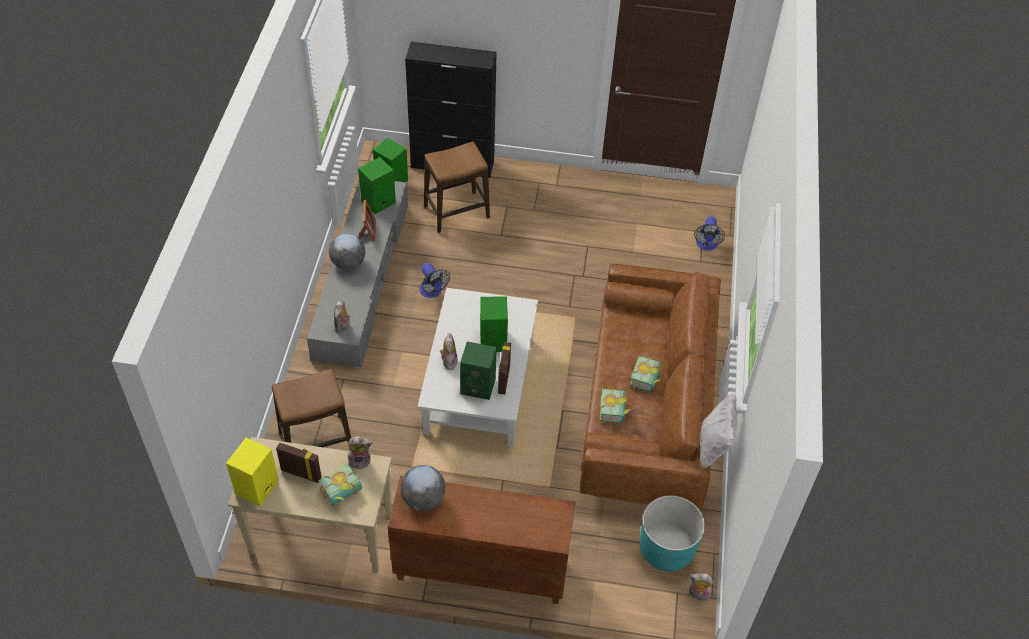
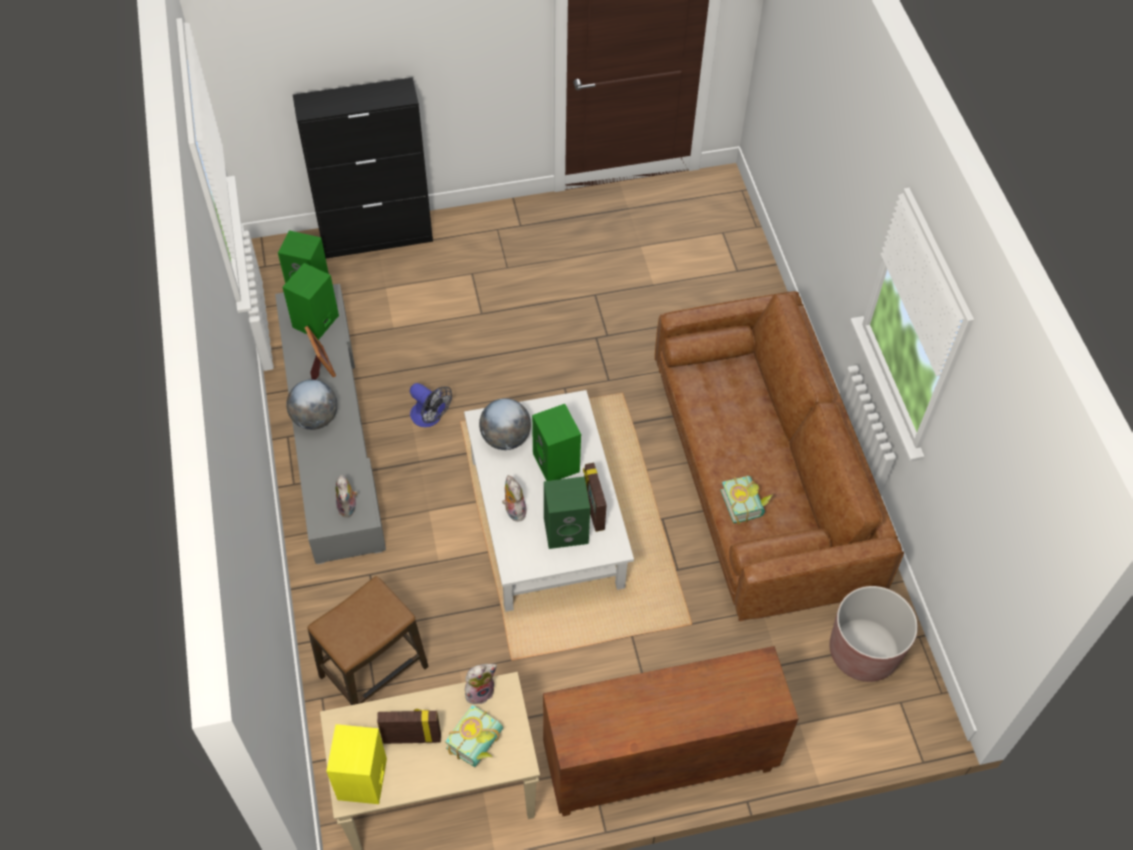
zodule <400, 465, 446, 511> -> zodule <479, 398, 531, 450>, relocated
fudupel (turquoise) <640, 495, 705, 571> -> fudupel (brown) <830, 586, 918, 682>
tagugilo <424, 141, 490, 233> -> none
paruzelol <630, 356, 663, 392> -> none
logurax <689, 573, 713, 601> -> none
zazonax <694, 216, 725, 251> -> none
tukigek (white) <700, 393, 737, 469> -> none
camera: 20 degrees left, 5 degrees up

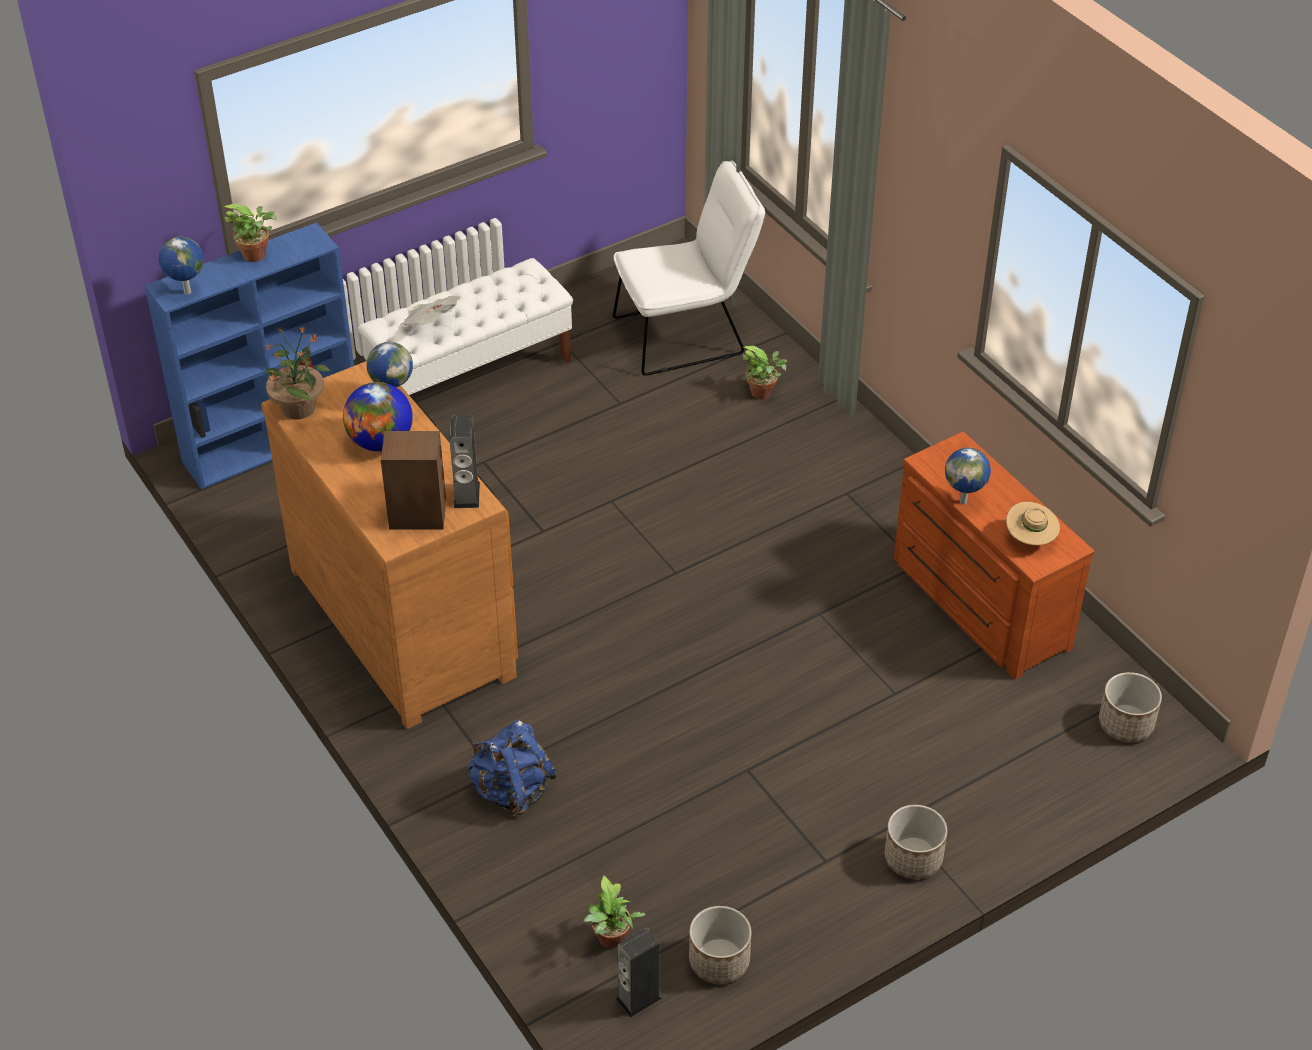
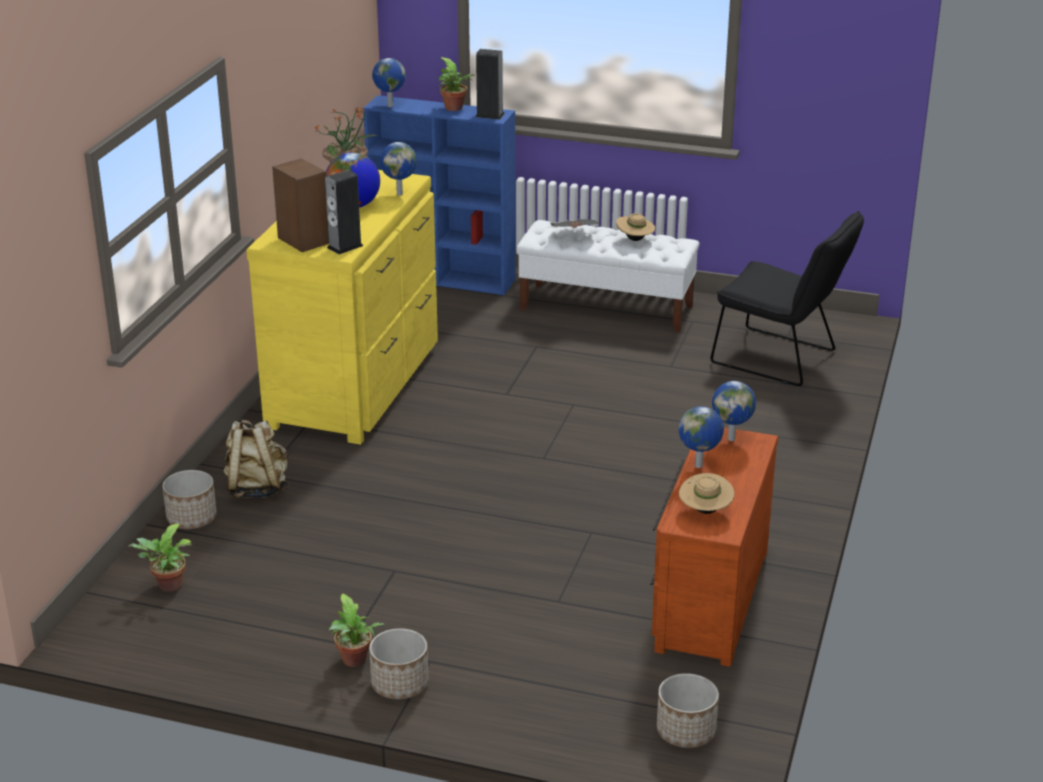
fudupel <689, 906, 751, 984> -> fudupel <162, 470, 217, 529>, relocated
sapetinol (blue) <466, 720, 558, 817> -> sapetinol (beige) <224, 420, 289, 498>
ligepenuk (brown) <261, 361, 518, 729> -> ligepenuk (yellow) <246, 170, 438, 444>
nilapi <742, 346, 787, 400> -> nilapi <329, 594, 385, 667>, relocated
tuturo <616, 927, 662, 1018> -> tuturo <475, 49, 505, 120>, relocated
none -> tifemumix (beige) <616, 213, 655, 241>
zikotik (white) <613, 161, 765, 376> -> zikotik (black) <710, 211, 864, 386>
none -> zodule <712, 381, 756, 441>
camera: 50 degrees right, 15 degrees down

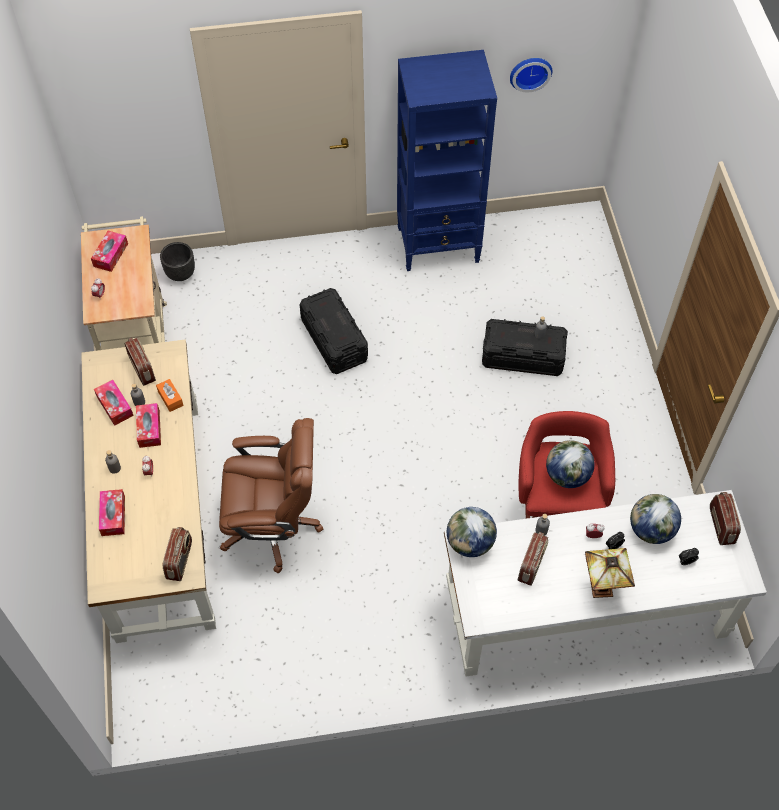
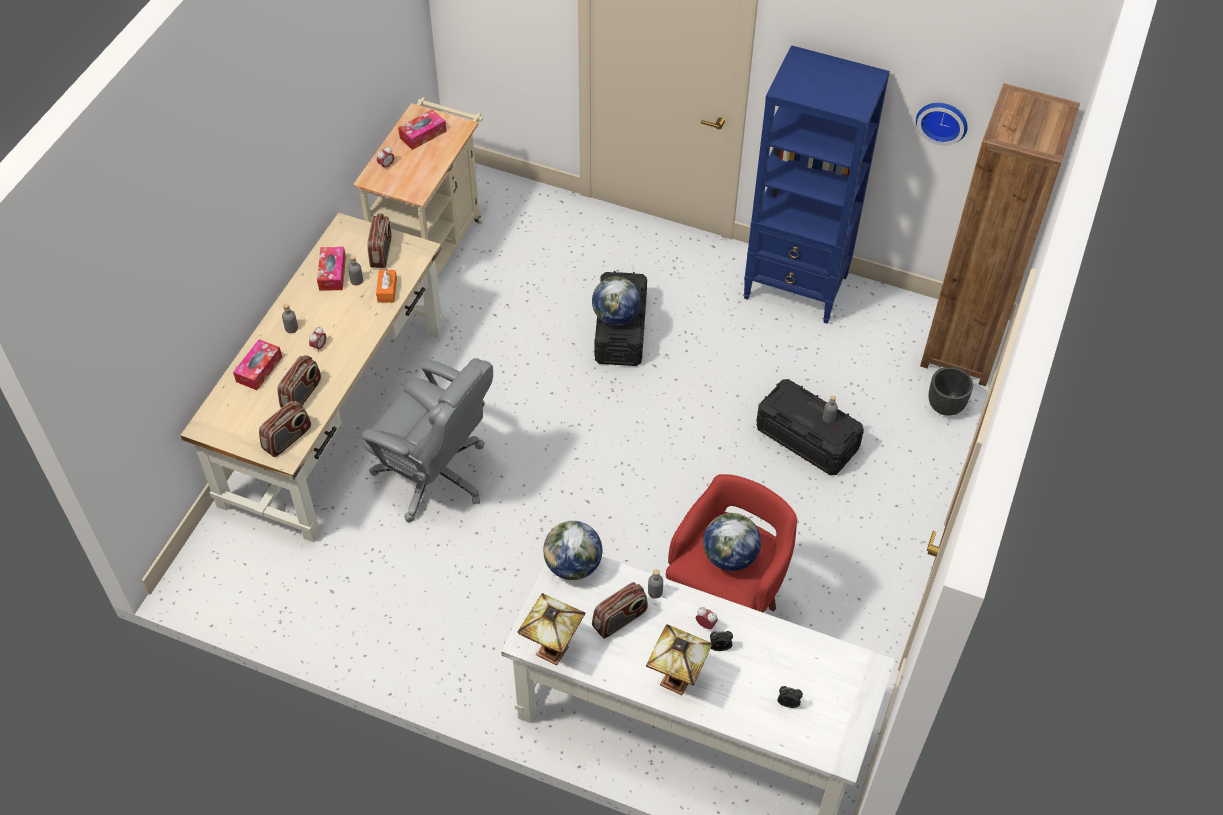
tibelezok <710, 492, 741, 545> -> tibelezok <277, 355, 321, 408>, relocated
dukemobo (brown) <219, 418, 323, 573> -> dukemobo (grey) <362, 358, 493, 522>
none -> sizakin <518, 593, 586, 665>
zodule <630, 494, 681, 544> -> zodule <592, 277, 640, 325>, relocated
none -> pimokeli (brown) <920, 83, 1080, 386>
fudupel (black) <160, 242, 195, 281> -> fudupel (black) <928, 367, 973, 416>, relocated
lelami <136, 403, 161, 448> -> none
camera: 30 degrees right, 5 degrees down

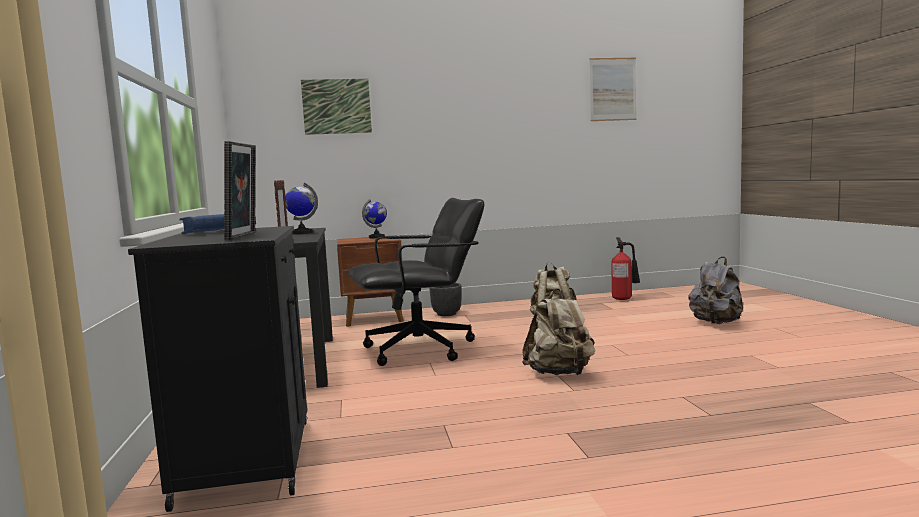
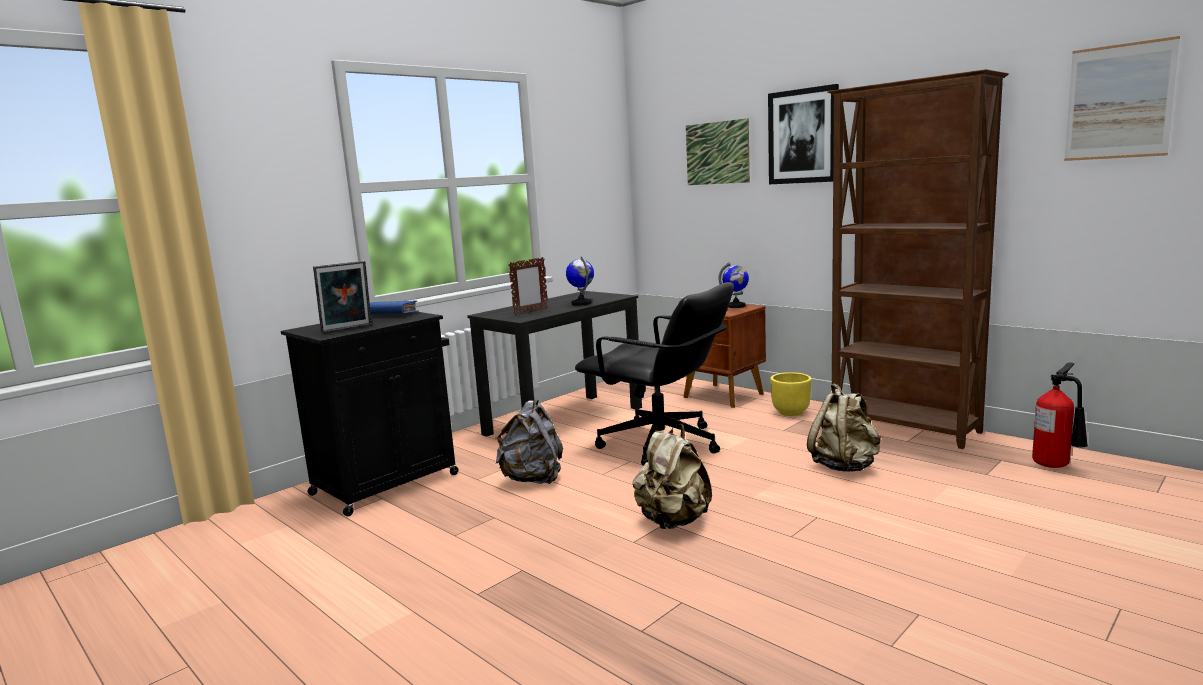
sapetinol (grey) <688, 257, 743, 324> -> sapetinol (grey) <496, 399, 563, 484>, relocated
none -> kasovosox <768, 84, 839, 184>
fudupel (black) <429, 283, 462, 316> -> fudupel (yellow) <770, 372, 811, 416>
none -> pimokeli (brown) <827, 69, 1009, 449>
camera: 55 degrees right, 5 degrees up

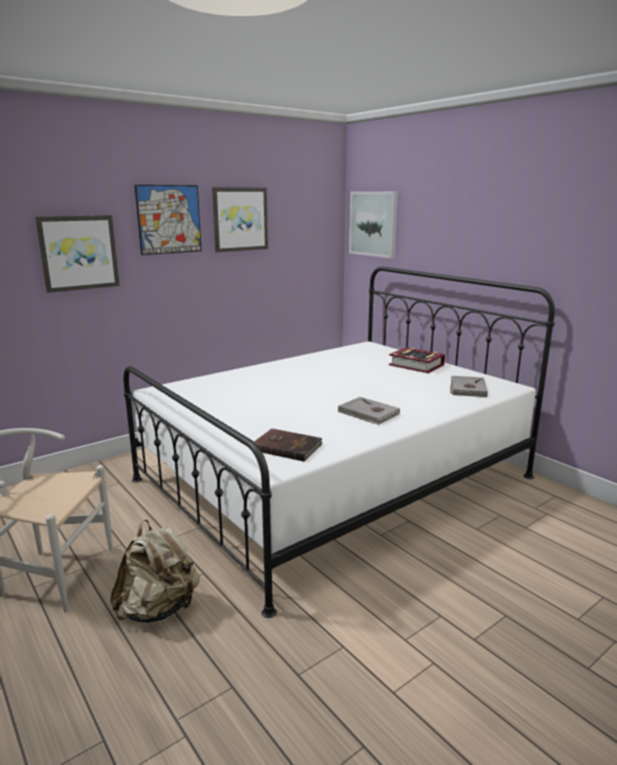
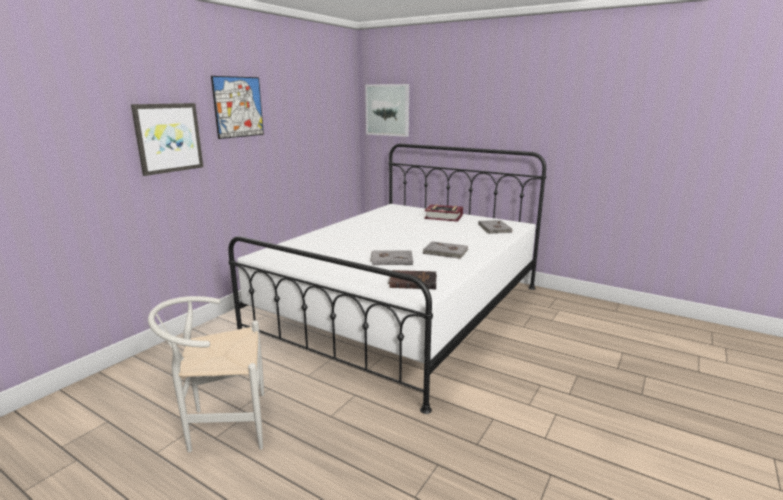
none -> paruzelol (grey) <370, 250, 413, 265>
sapetinol (beige) <110, 520, 200, 623> -> none
kasovosox <212, 187, 268, 252> -> none
camera: 20 degrees left, 0 degrees up

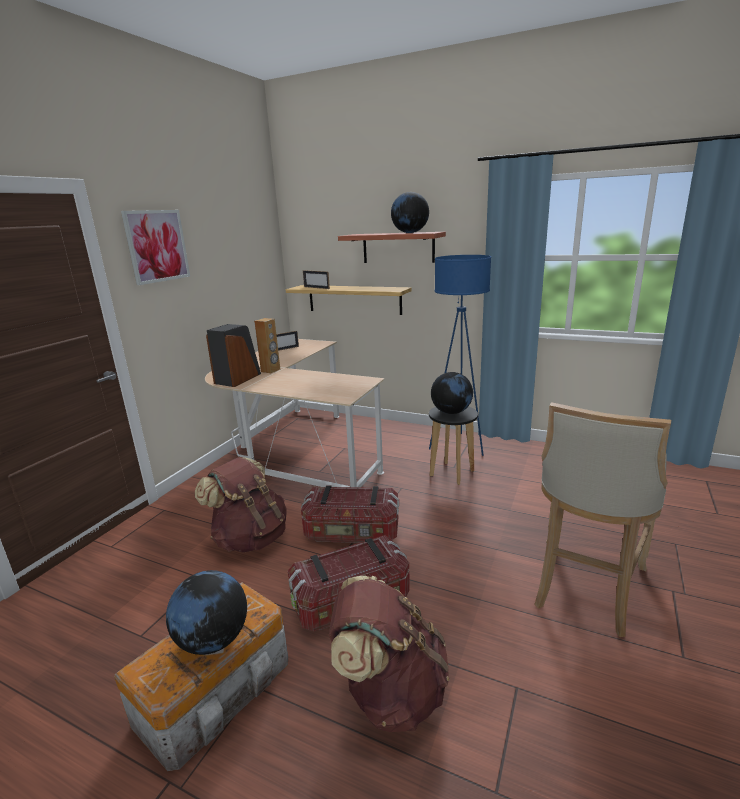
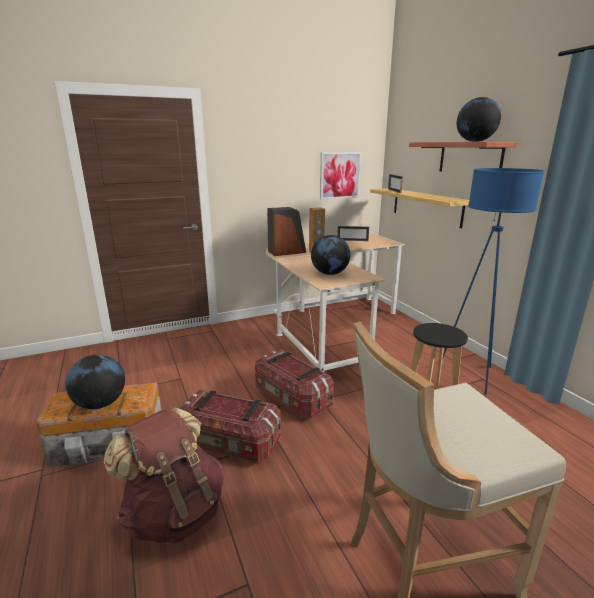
zodule <431, 372, 473, 414> -> zodule <311, 235, 350, 275>, relocated
kasovosox <121, 210, 190, 285> -> kasovosox <320, 152, 362, 200>, relocated
sapetinol (brown) <195, 457, 287, 552> -> none
camera: 40 degrees right, 0 degrees up

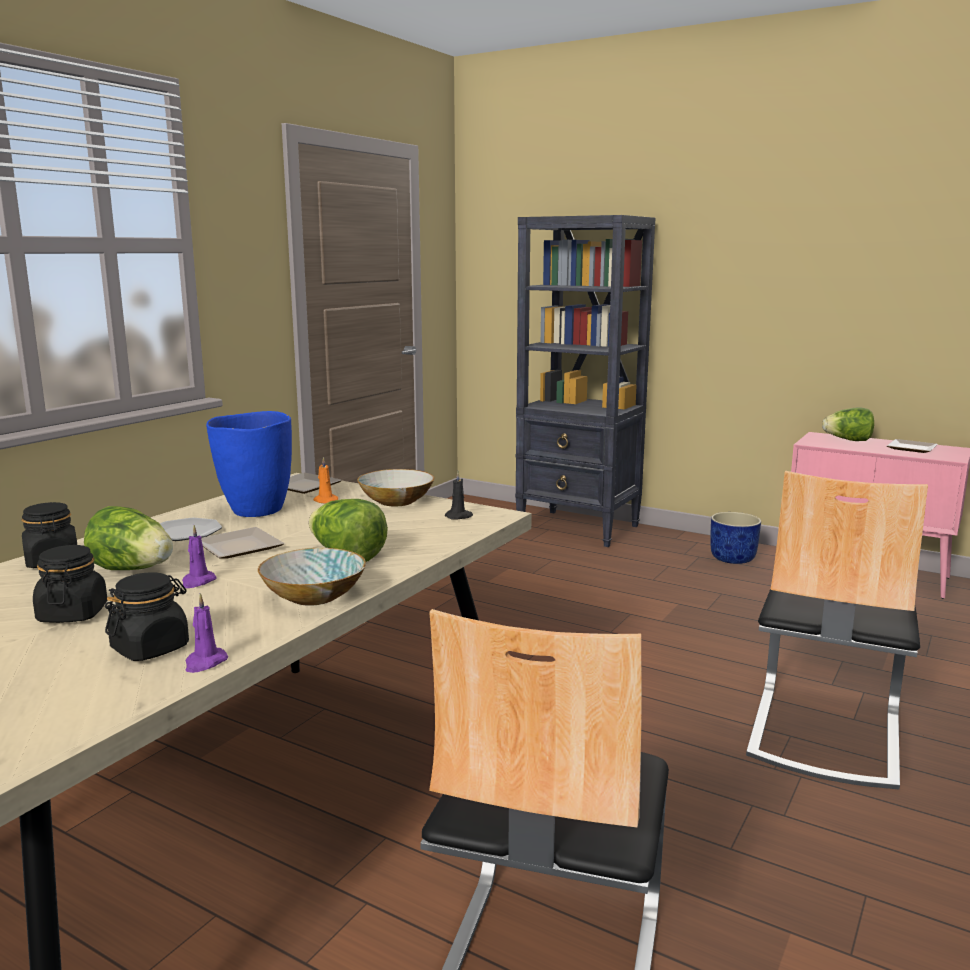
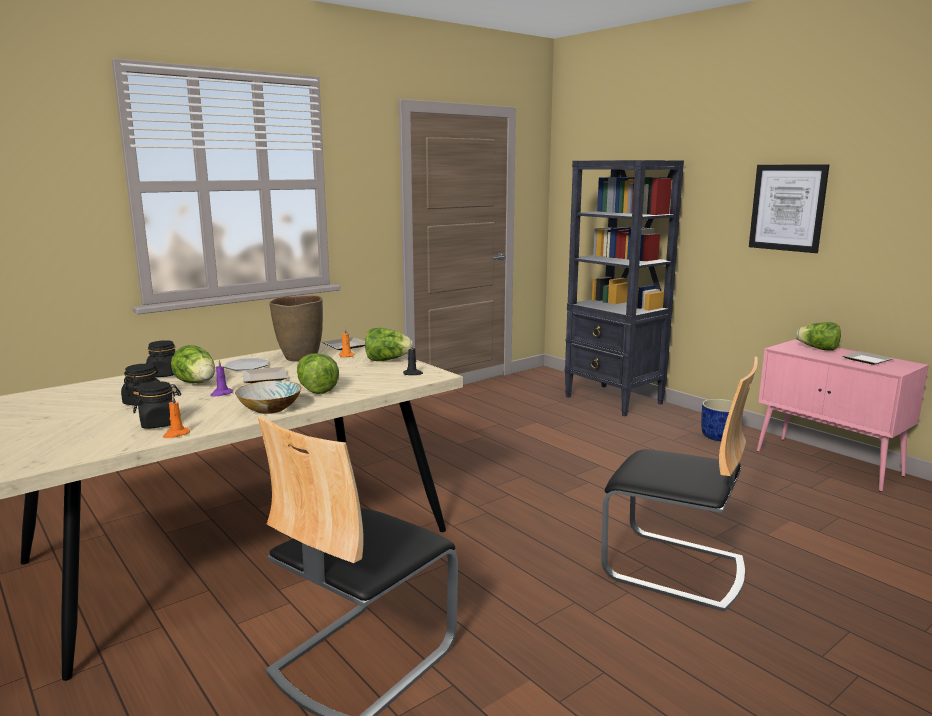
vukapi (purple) <185, 593, 228, 673> -> vukapi (orange) <163, 394, 190, 438>
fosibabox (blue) <206, 411, 292, 517> -> fosibabox (brown) <269, 295, 323, 361>
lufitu <357, 469, 434, 507> -> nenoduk <365, 328, 413, 361>
zikotik <746, 471, 928, 790> -> zikotik <601, 357, 758, 612>, 105 degrees counterclockwise
none -> kasovosox <749, 164, 829, 253>
camera: 20 degrees right, 0 degrees up

